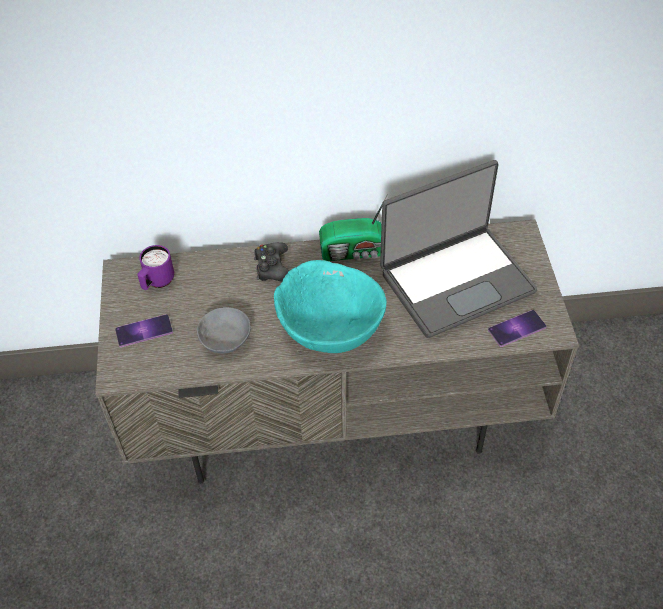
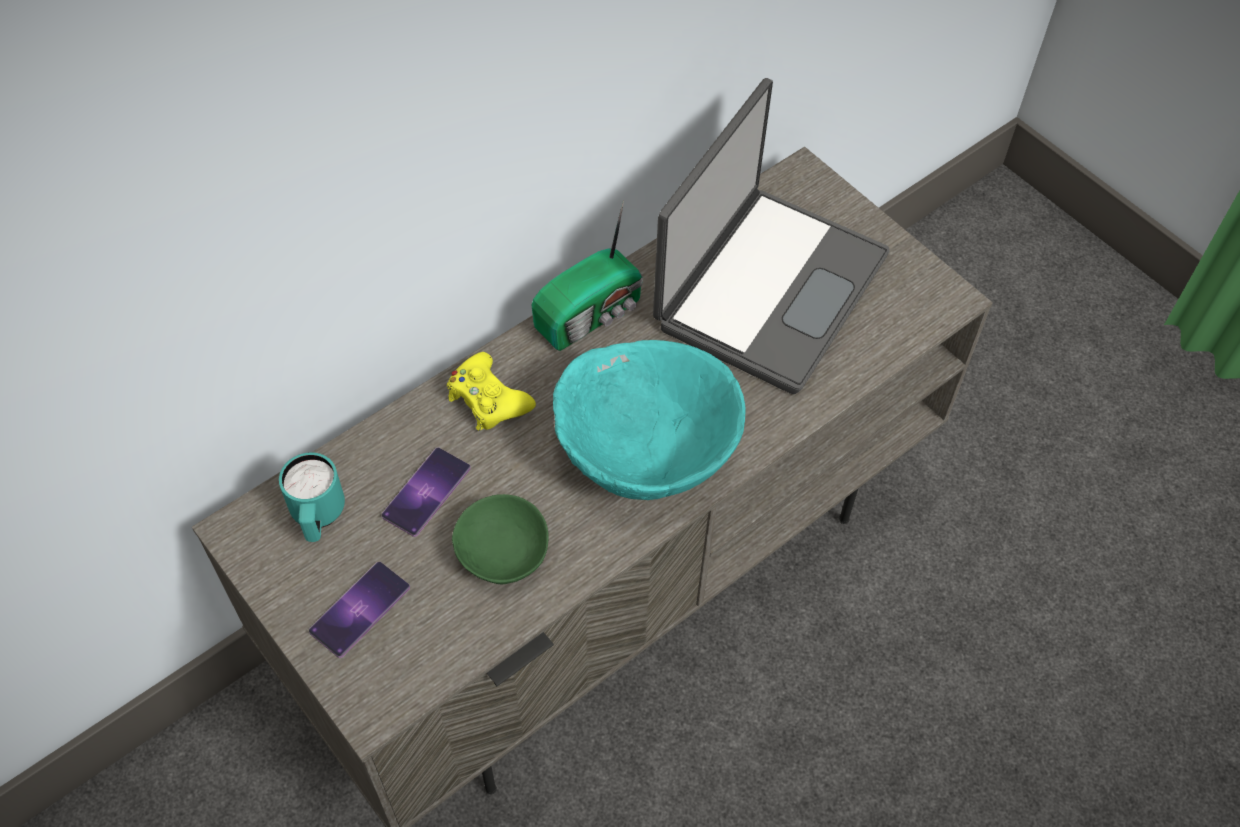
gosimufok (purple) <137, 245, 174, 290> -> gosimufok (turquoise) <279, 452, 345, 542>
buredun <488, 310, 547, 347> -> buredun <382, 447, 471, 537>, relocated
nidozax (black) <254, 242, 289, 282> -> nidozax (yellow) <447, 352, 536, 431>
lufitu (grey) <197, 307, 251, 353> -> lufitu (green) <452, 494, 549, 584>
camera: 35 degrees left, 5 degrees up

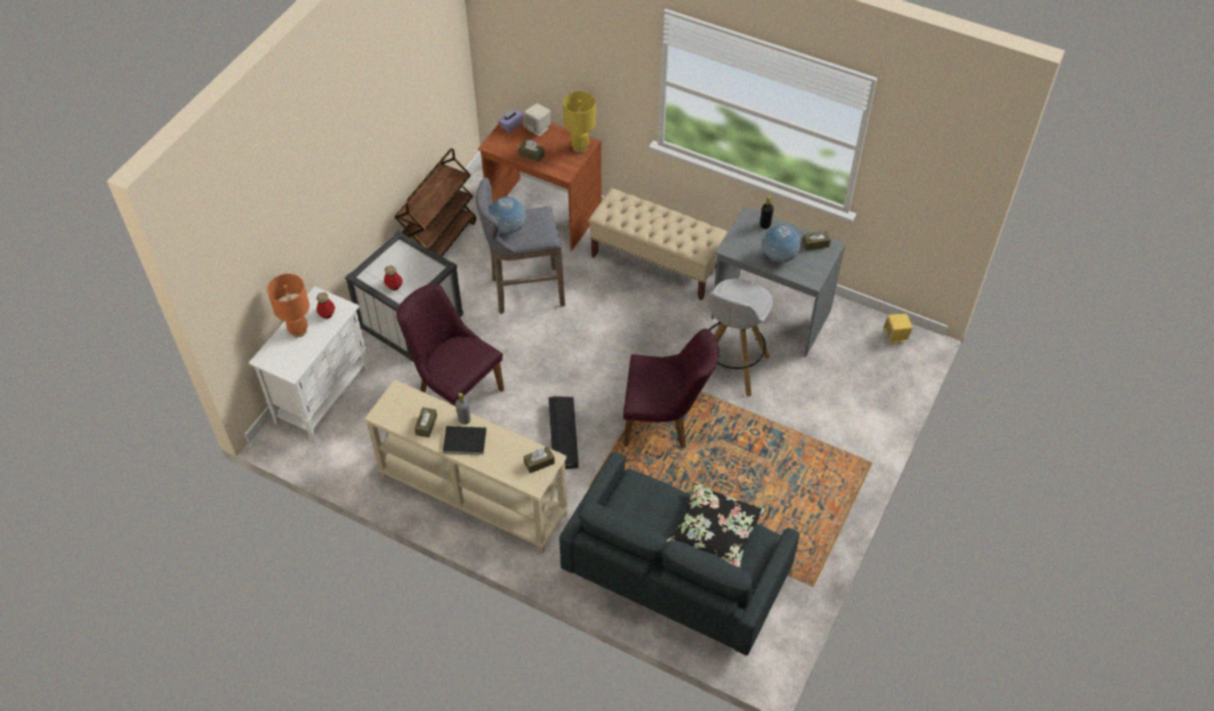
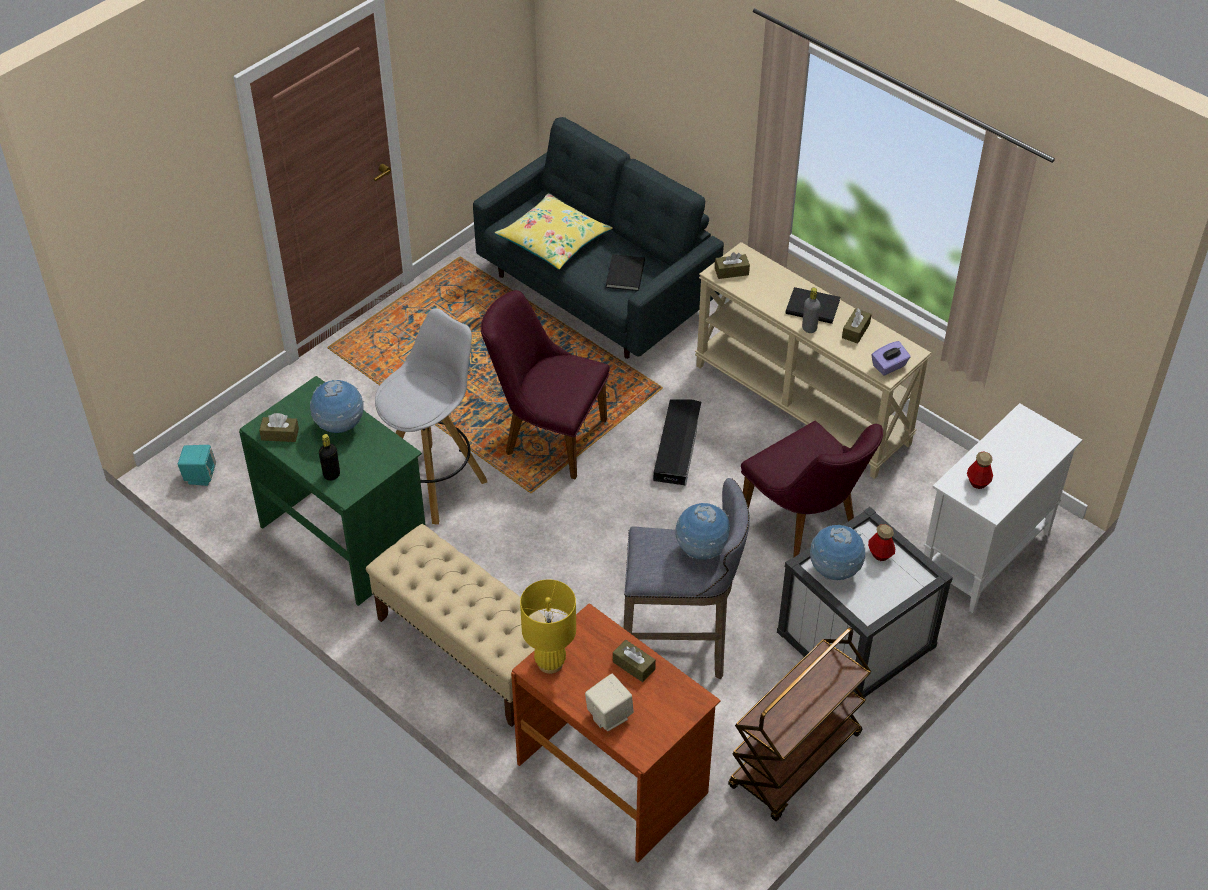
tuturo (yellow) <883, 314, 913, 344> -> tuturo (turquoise) <178, 445, 216, 486>
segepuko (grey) <711, 206, 845, 356> -> segepuko (green) <239, 376, 426, 606>
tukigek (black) <666, 482, 766, 568> -> tukigek (yellow) <495, 193, 613, 270>
none -> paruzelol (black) <606, 254, 645, 291>
none -> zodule <810, 525, 865, 580>
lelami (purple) <498, 108, 524, 132> -> lelami (purple) <872, 341, 911, 376>, relocated
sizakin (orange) <267, 274, 310, 337> -> none
camera: 165 degrees left, 5 degrees down

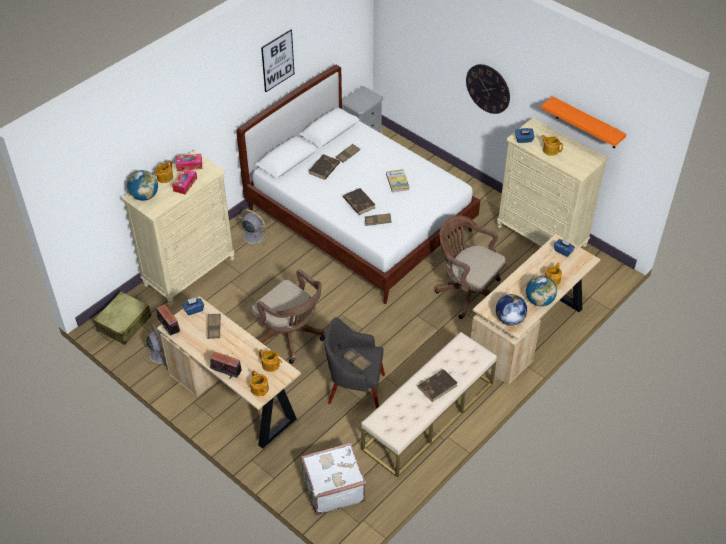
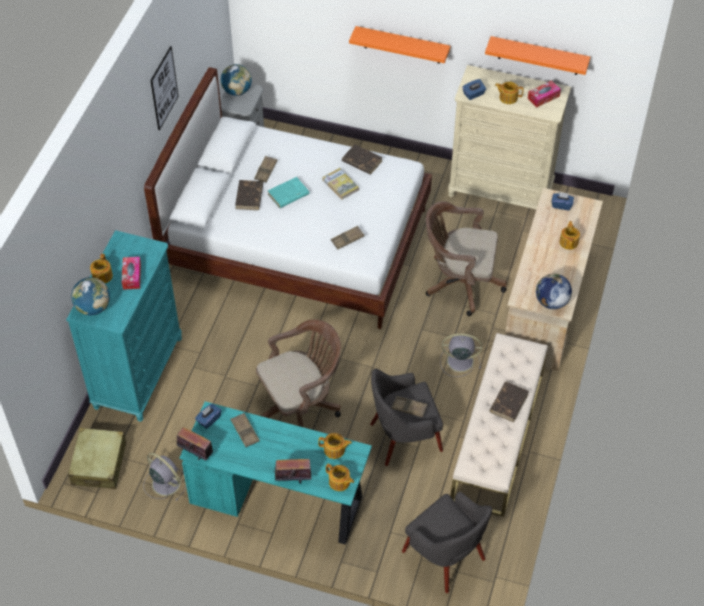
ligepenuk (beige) <122, 151, 234, 306> -> ligepenuk (turquoise) <66, 230, 182, 422>
segepuko (beige) <157, 296, 301, 449> -> segepuko (turquoise) <179, 401, 372, 545>
zodule <526, 276, 557, 306> -> zodule <220, 64, 252, 96>, relocated
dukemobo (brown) <251, 269, 325, 364> -> dukemobo (brown) <256, 319, 341, 427>, 45 degrees counterclockwise
none -> paruzelol (turquoise) <268, 177, 310, 208>
paruzelol (brown) <343, 188, 375, 215> -> paruzelol (brown) <342, 144, 383, 175>, relocated
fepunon <466, 64, 510, 114> -> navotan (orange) <349, 26, 450, 64>
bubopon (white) <301, 442, 366, 515> -> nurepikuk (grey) <402, 492, 492, 593>
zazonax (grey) <237, 209, 269, 246> -> zazonax (grey) <440, 333, 482, 377>, relocated
lelami <176, 154, 202, 171> -> lelami <528, 80, 561, 107>, relocated
camera: 25 degrees left, 5 degrees up

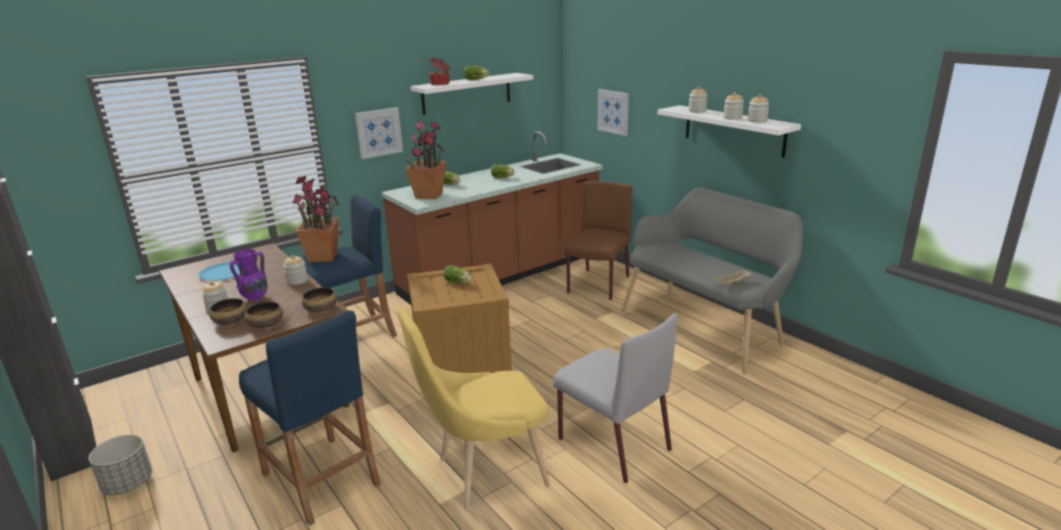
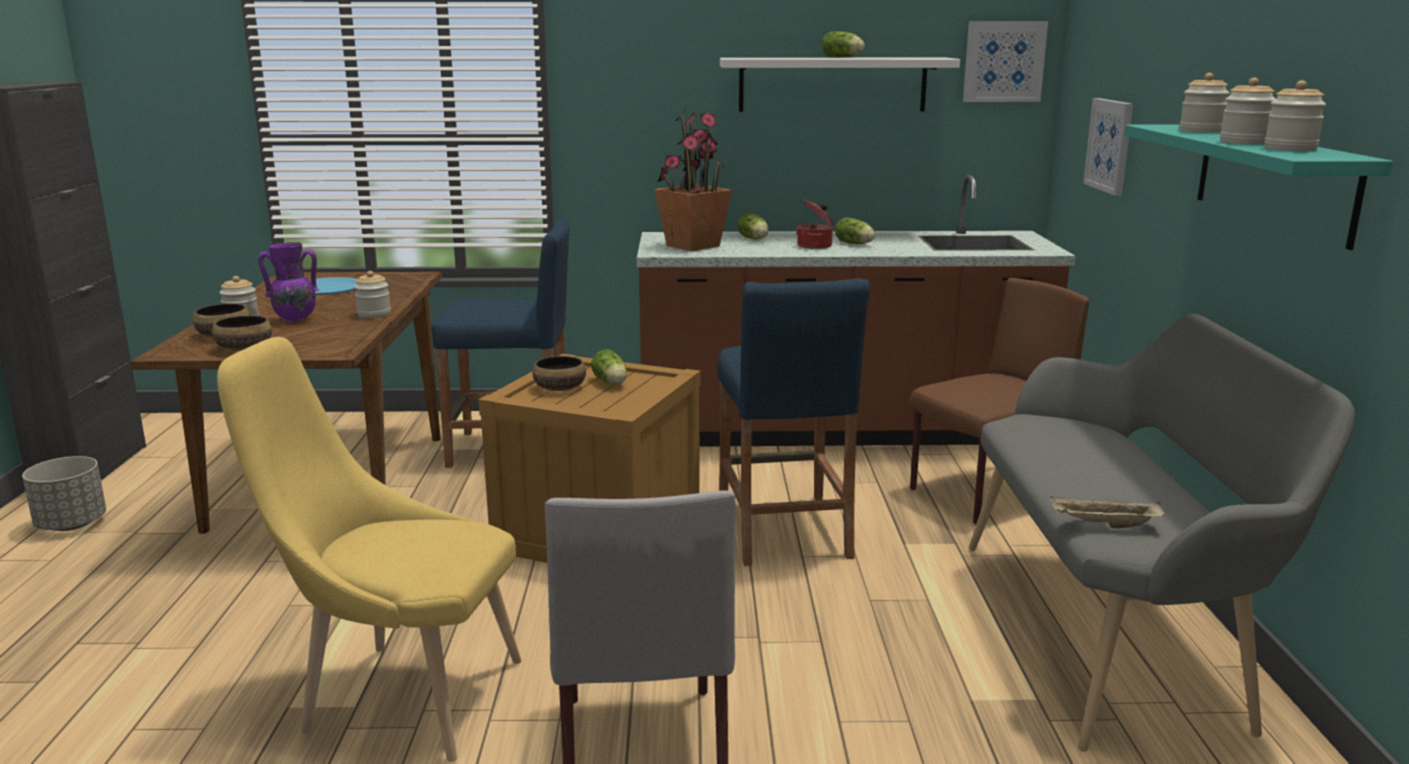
lufitu <302, 287, 337, 313> -> lufitu <533, 356, 586, 391>, relocated
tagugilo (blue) <239, 311, 381, 526> -> tagugilo (blue) <717, 279, 870, 566>, relocated
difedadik <429, 58, 450, 85> -> difedadik <796, 200, 834, 249>, relocated
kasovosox <355, 107, 403, 159> -> kasovosox <963, 21, 1048, 102>, relocated
navotan (white) <657, 105, 801, 158> -> navotan (turquoise) <1124, 125, 1393, 250>
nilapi <292, 176, 339, 262> -> none
camera: 35 degrees right, 5 degrees down

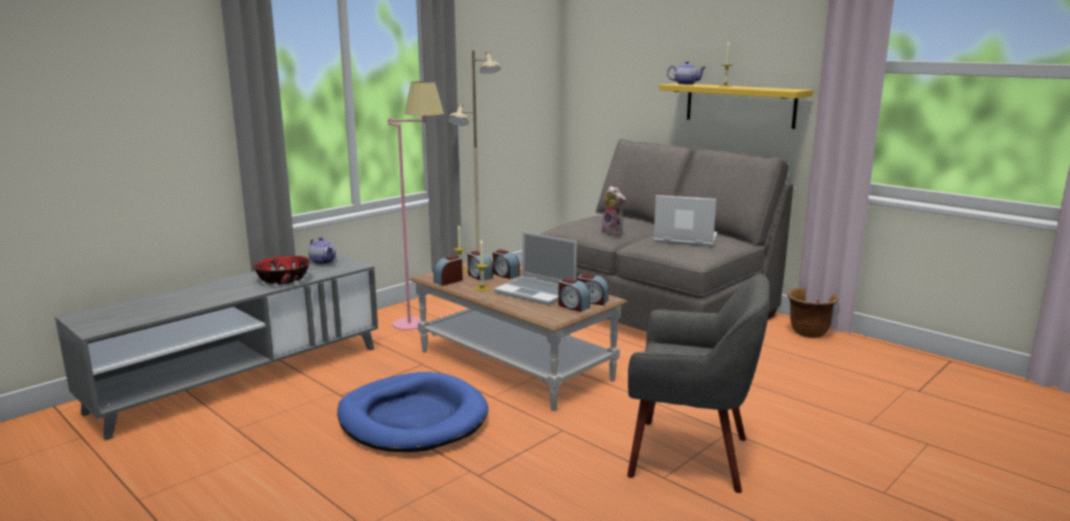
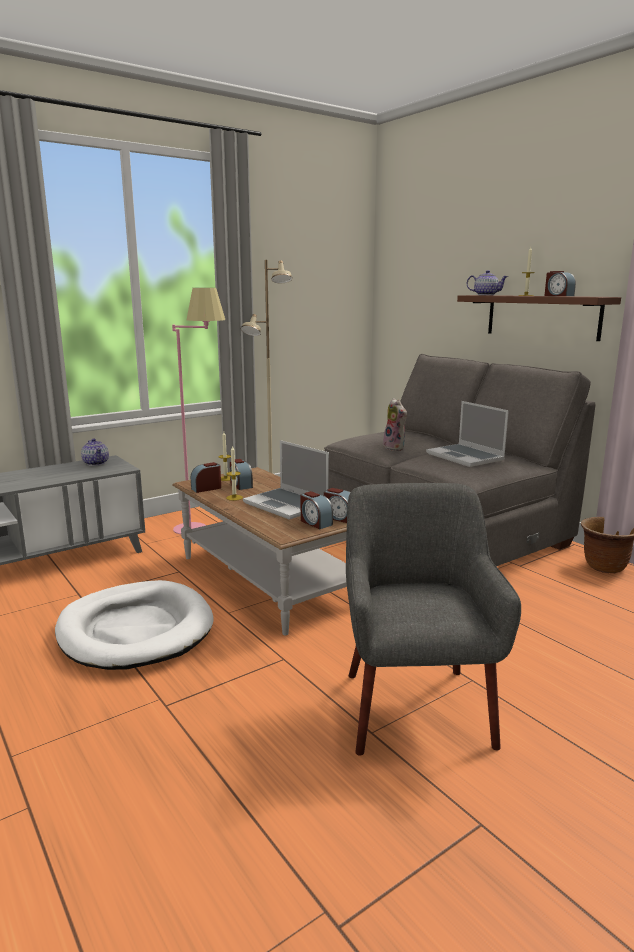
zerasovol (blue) <337, 372, 488, 452> -> zerasovol (white) <55, 580, 213, 670>
nurepikuk (grey) <627, 275, 770, 493> -> nurepikuk (grey) <346, 483, 521, 756>, 120 degrees counterclockwise
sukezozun <653, 195, 717, 246> -> sukezozun <426, 401, 509, 467>, 150 degrees counterclockwise
navotan (yellow) <659, 83, 813, 129> -> navotan (brown) <457, 295, 621, 341>
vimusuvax <493, 250, 520, 279> -> vimusuvax <545, 271, 576, 296>, relocated
lufitu <253, 256, 311, 284> -> none
camera: 10 degrees right, 0 degrees up

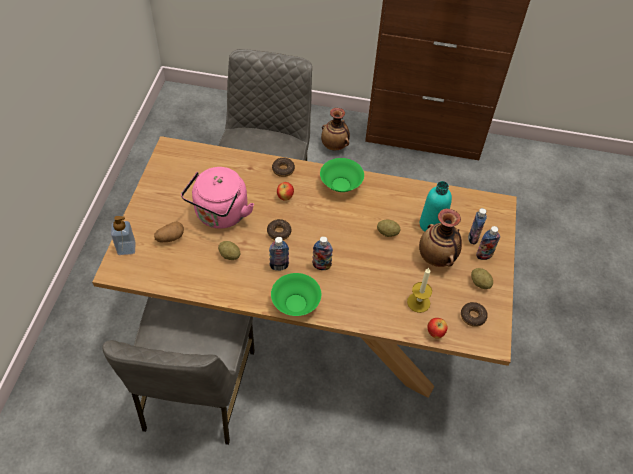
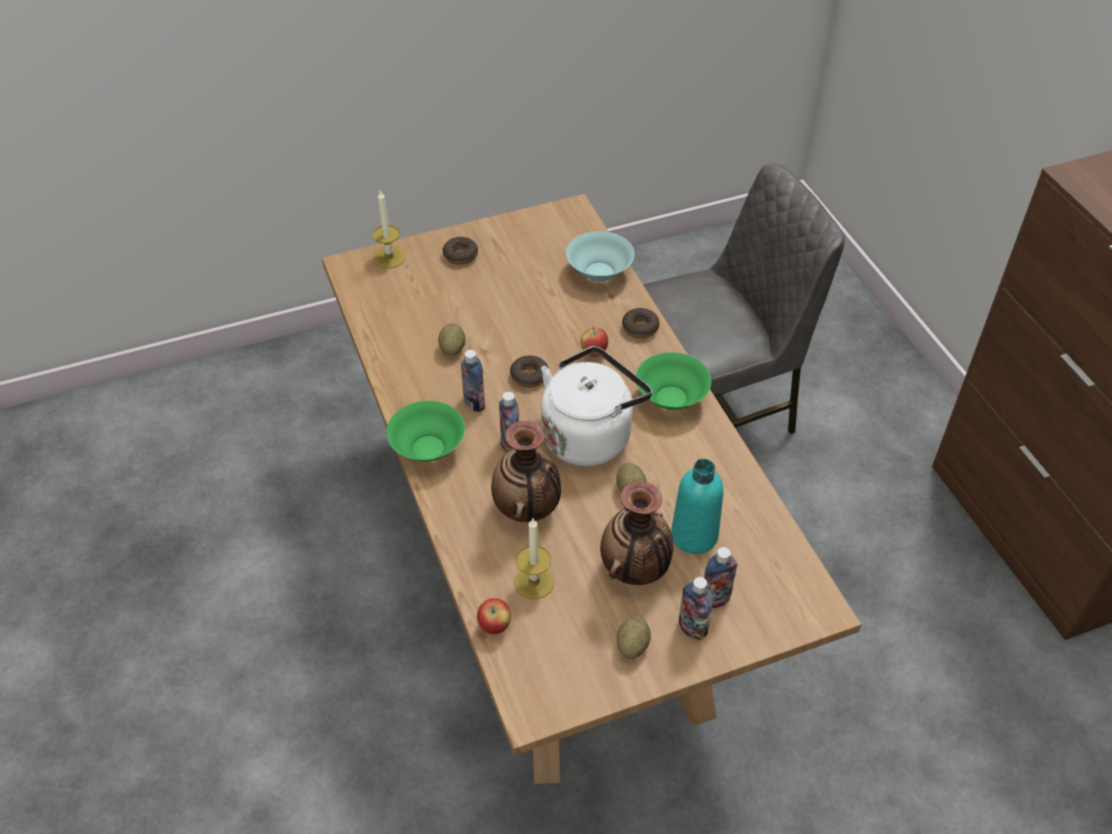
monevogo <111, 216, 136, 255> -> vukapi <373, 191, 405, 268>
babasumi <461, 302, 488, 327> -> babasumi <443, 236, 478, 265>, relocated
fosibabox <321, 108, 350, 150> -> fosibabox <491, 421, 561, 522>, relocated
none -> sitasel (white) <541, 346, 652, 466>
none -> lufitu (turquoise) <566, 231, 634, 282>
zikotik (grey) <103, 297, 255, 445> -> none
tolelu <154, 222, 184, 242> -> none
sitasel (pink) <181, 167, 254, 229> -> none
camera: 60 degrees right, 5 degrees down

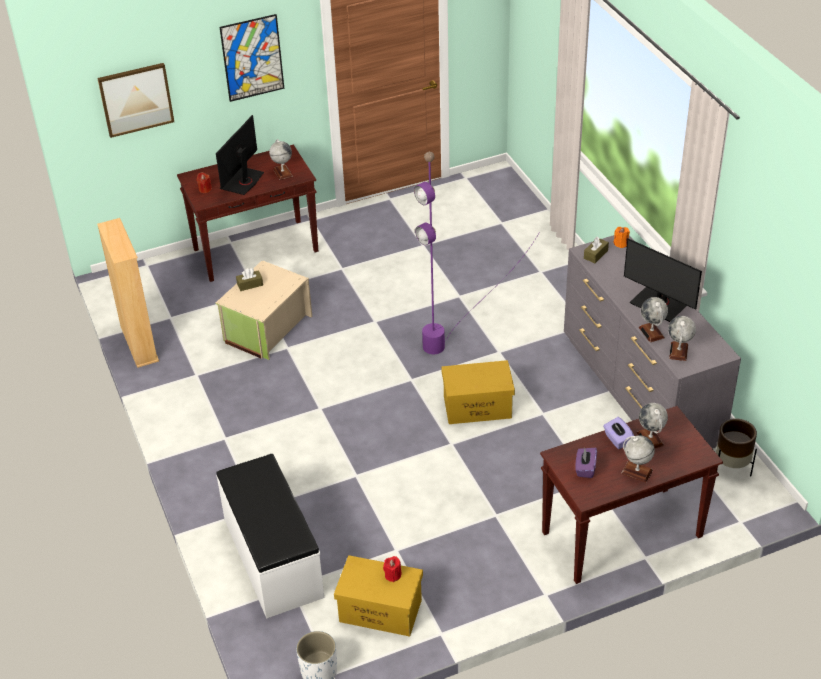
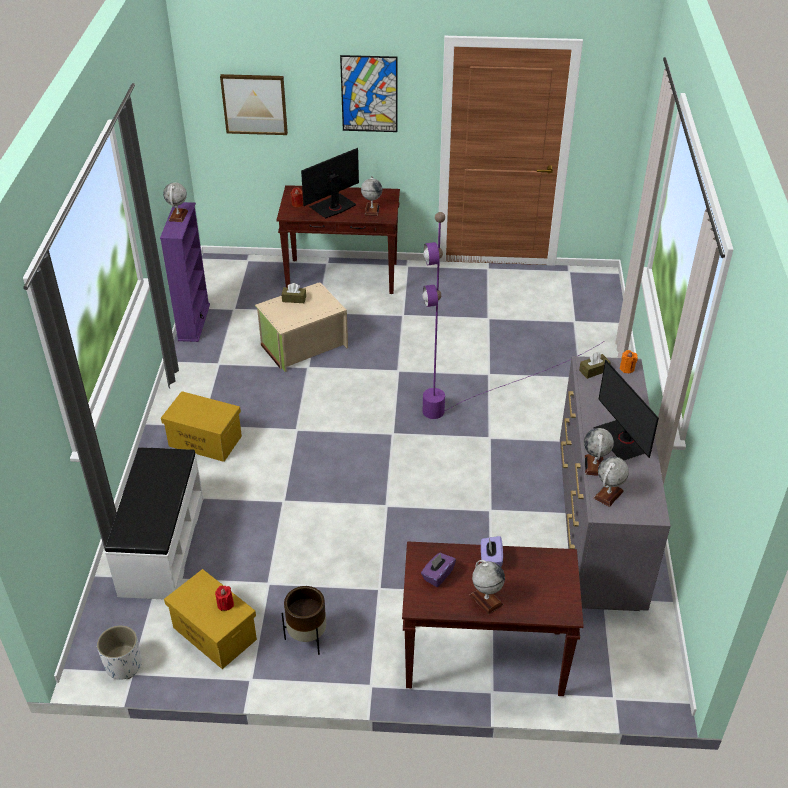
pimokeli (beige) <97, 218, 159, 368> -> pimokeli (purple) <160, 202, 210, 342>
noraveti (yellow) <441, 360, 515, 424> -> noraveti (yellow) <161, 391, 242, 462>, relocated
zodule <637, 403, 668, 448> -> zodule <163, 182, 188, 222>, relocated
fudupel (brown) <716, 418, 757, 476> -> fudupel (brown) <282, 586, 326, 655>, relocated
camera: 25 degrees right, 0 degrees up

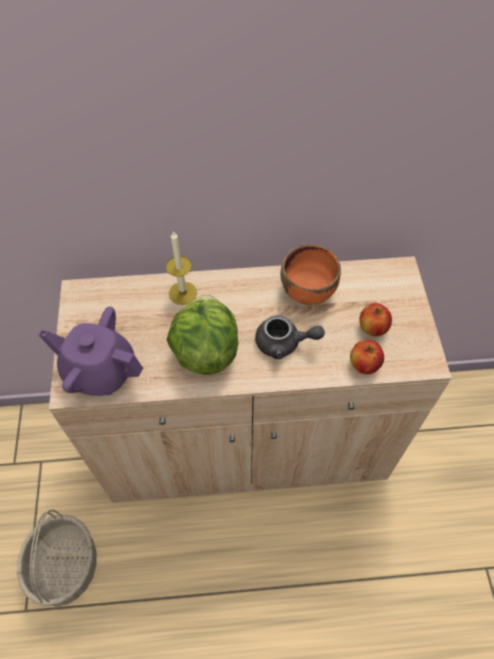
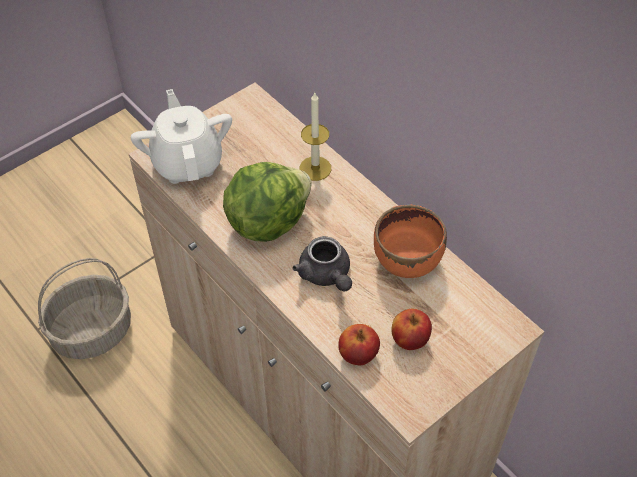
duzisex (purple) <38, 307, 143, 396> -> duzisex (white) <131, 89, 232, 184>
camera: 55 degrees right, 5 degrees down

